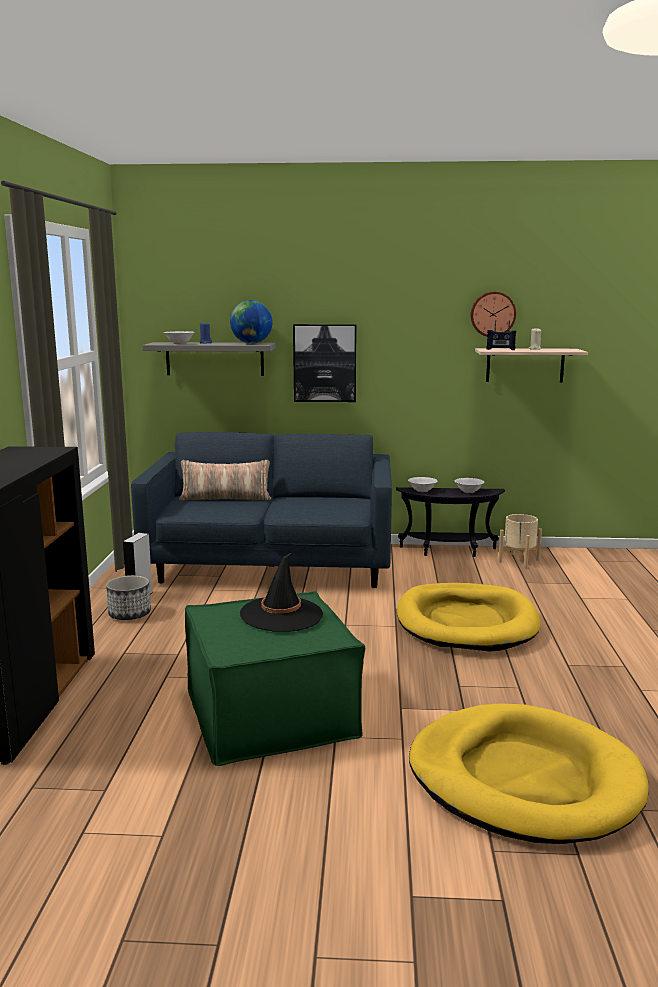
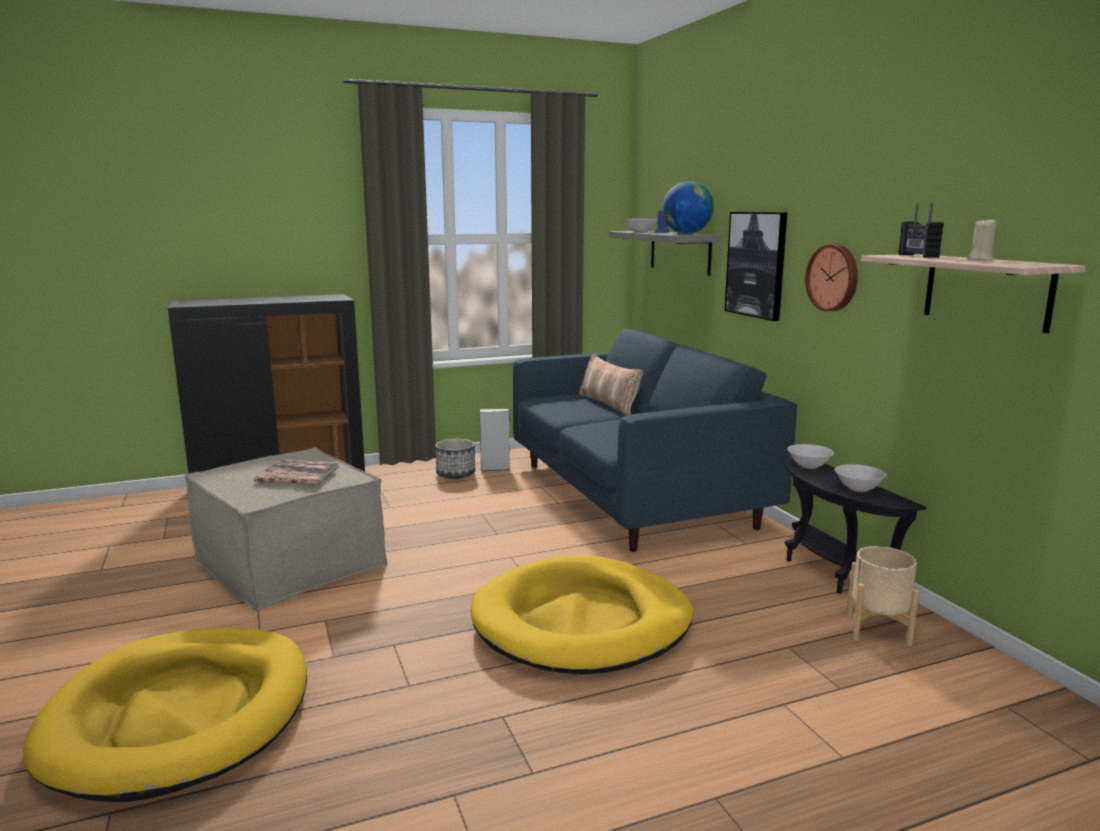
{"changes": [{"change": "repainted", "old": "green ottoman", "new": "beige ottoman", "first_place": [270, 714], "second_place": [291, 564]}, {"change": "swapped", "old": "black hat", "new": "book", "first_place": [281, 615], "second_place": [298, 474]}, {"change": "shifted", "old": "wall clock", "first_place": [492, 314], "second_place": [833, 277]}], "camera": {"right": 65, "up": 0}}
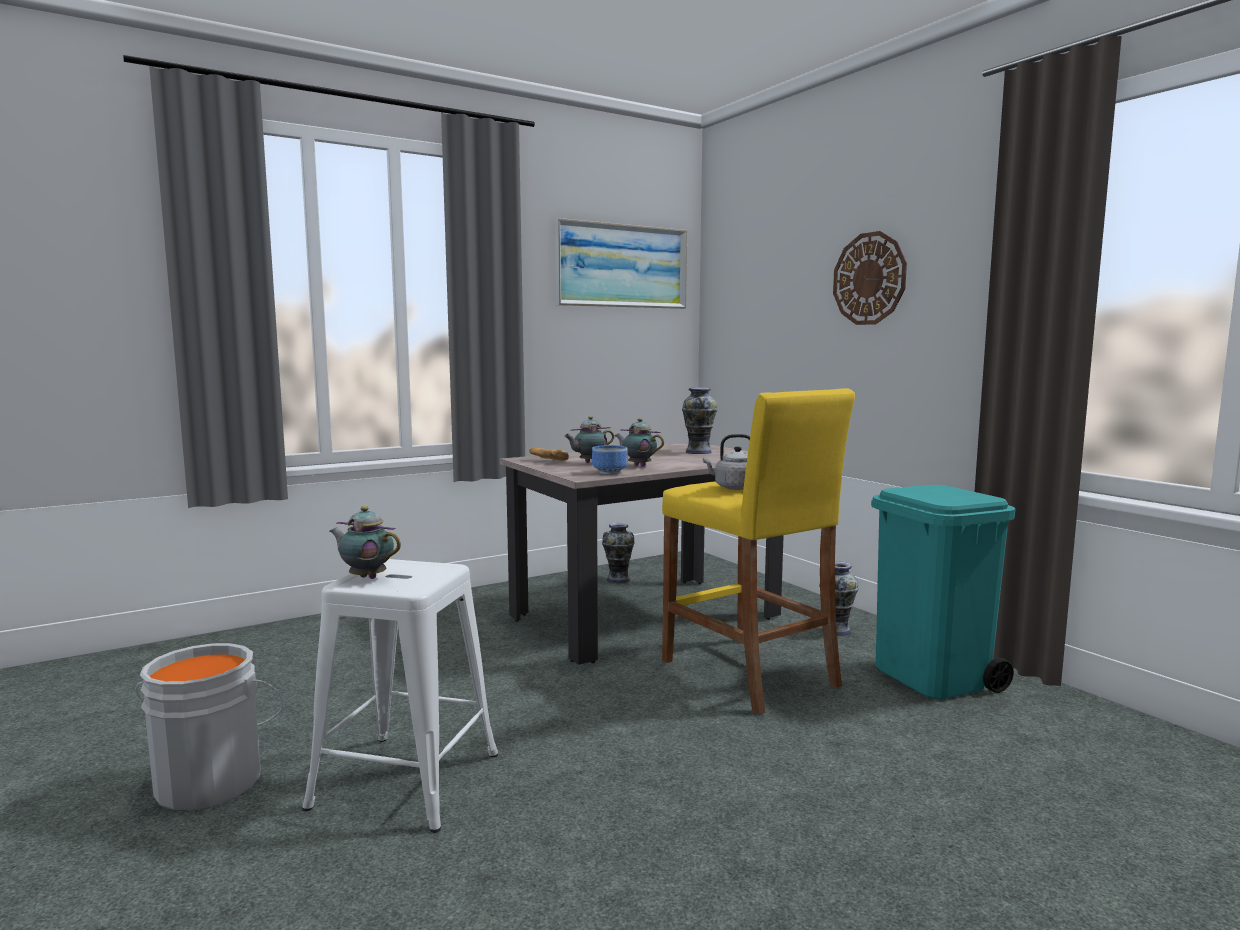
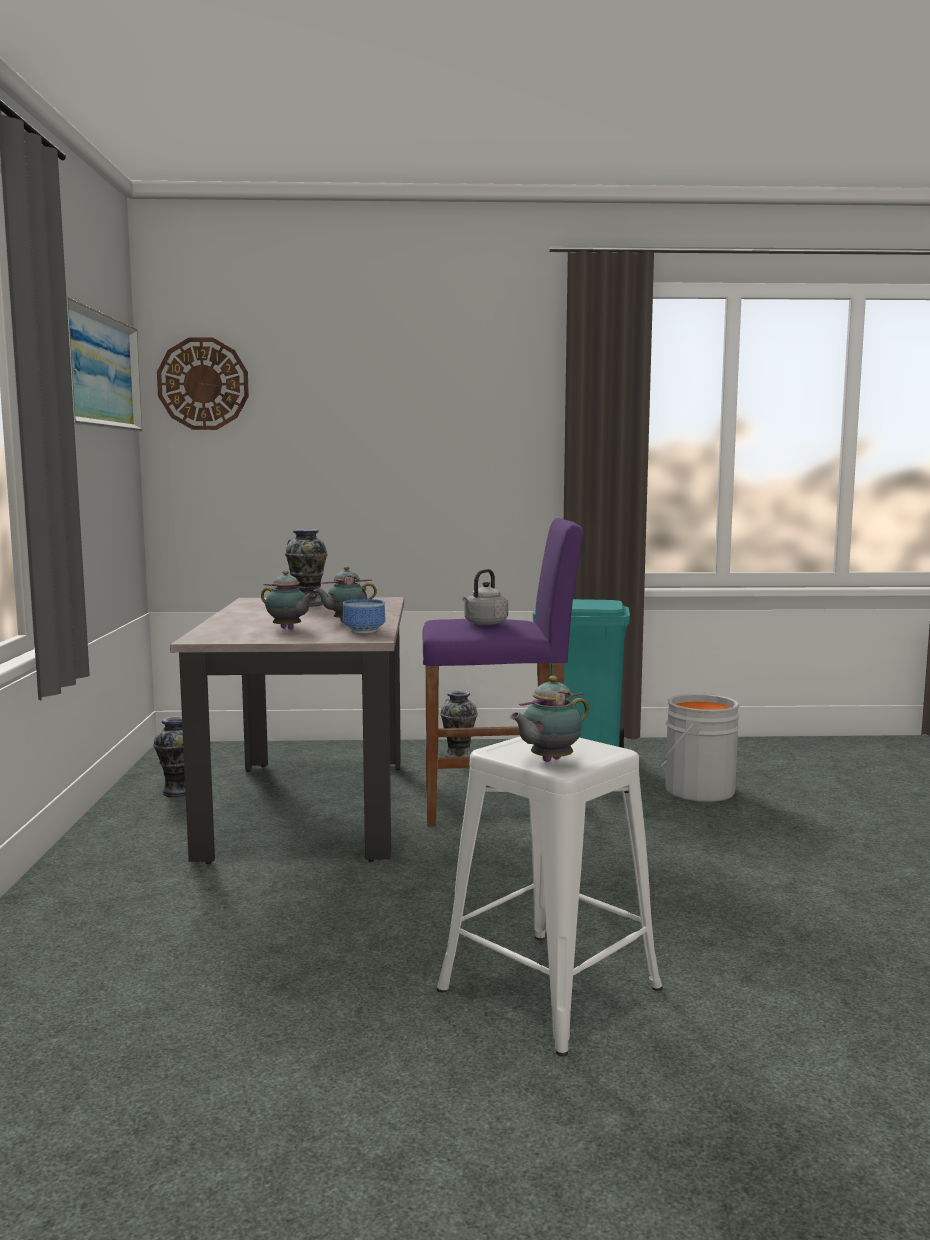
{"changes": [{"change": "shifted", "old": "wall clock", "first_place": [869, 279], "second_place": [203, 384]}, {"change": "rotated", "old": "teapot", "first_place": [589, 462], "second_place": [288, 629], "degrees": -60}, {"change": "repainted", "old": "yellow stool", "new": "purple stool", "first_place": [749, 673], "second_place": [499, 805]}, {"change": "shifted", "old": "grey bucket", "first_place": [212, 780], "second_place": [695, 790]}, {"change": "gone", "old": "bread", "first_place": [547, 461]}], "camera": {"right": -60, "up": 0}}
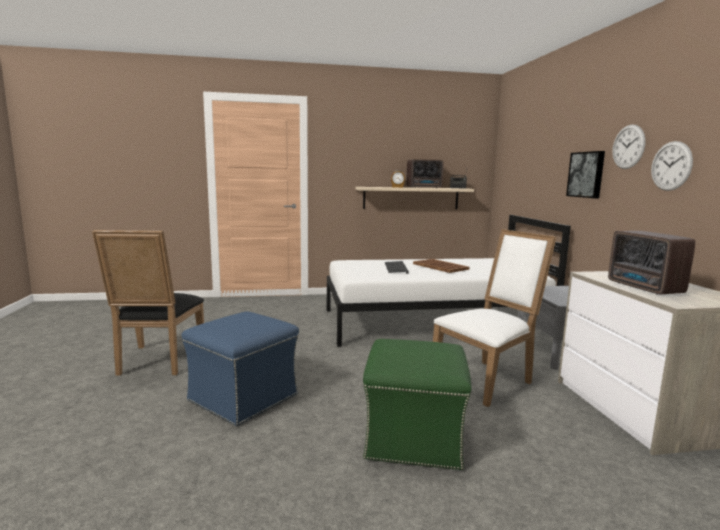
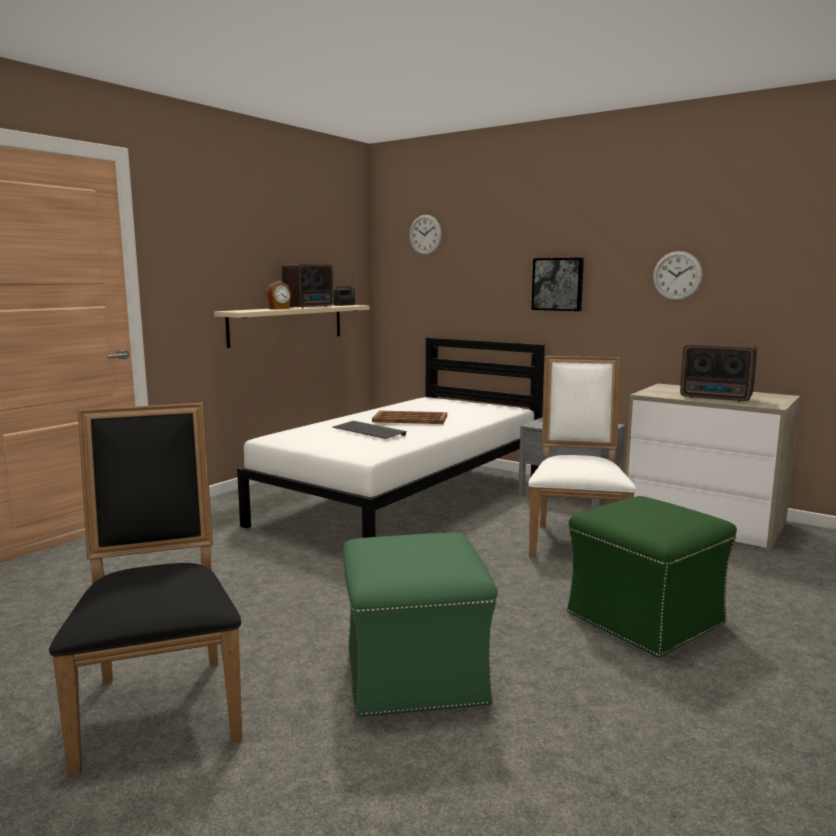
{"changes": [{"change": "rotated", "old": "black chair", "first_place": [158, 362], "second_place": [161, 703], "degrees": -150}, {"change": "repainted", "old": "blue ottoman", "new": "green ottoman", "first_place": [244, 397], "second_place": [414, 673]}, {"change": "shifted", "old": "wall clock", "first_place": [628, 147], "second_place": [425, 235]}], "camera": {"right": -45, "up": 0}}
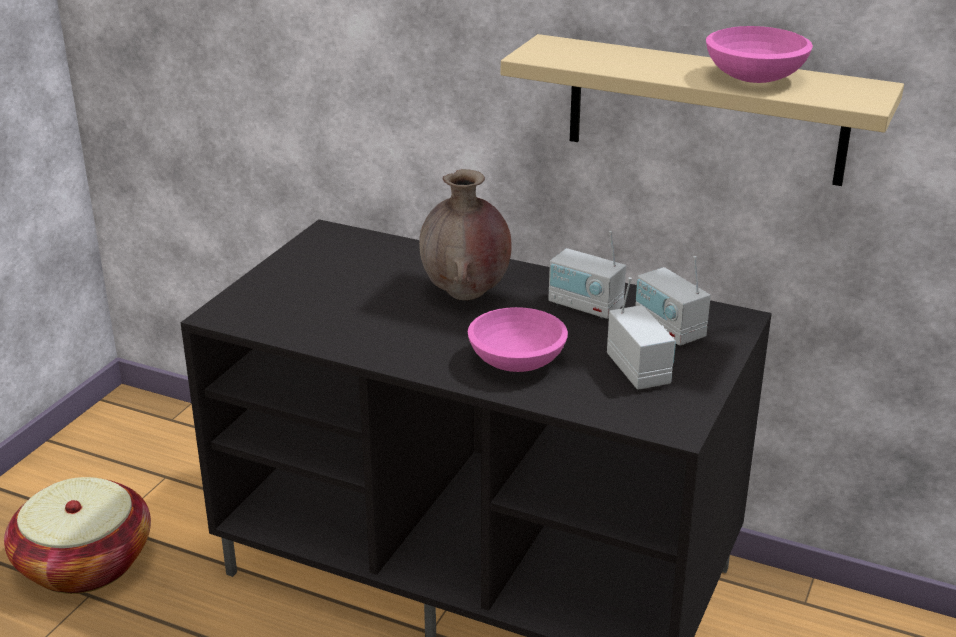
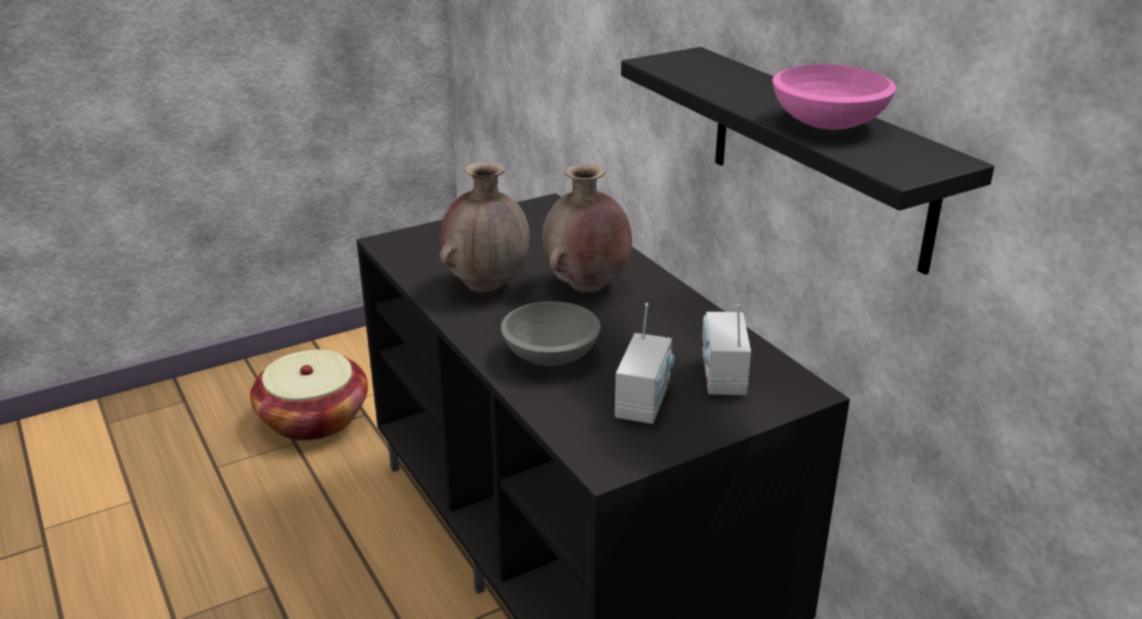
{"changes": [{"change": "new", "new": "brown vase", "second_place": [487, 285]}, {"change": "repainted", "old": "pink bowl", "new": "grey bowl", "first_place": [515, 361], "second_place": [550, 354]}, {"change": "repainted", "old": "beige shelf", "new": "black shelf", "first_place": [705, 110], "second_place": [818, 156]}, {"change": "gone", "old": "radio", "first_place": [585, 306]}], "camera": {"right": 35, "up": 0}}
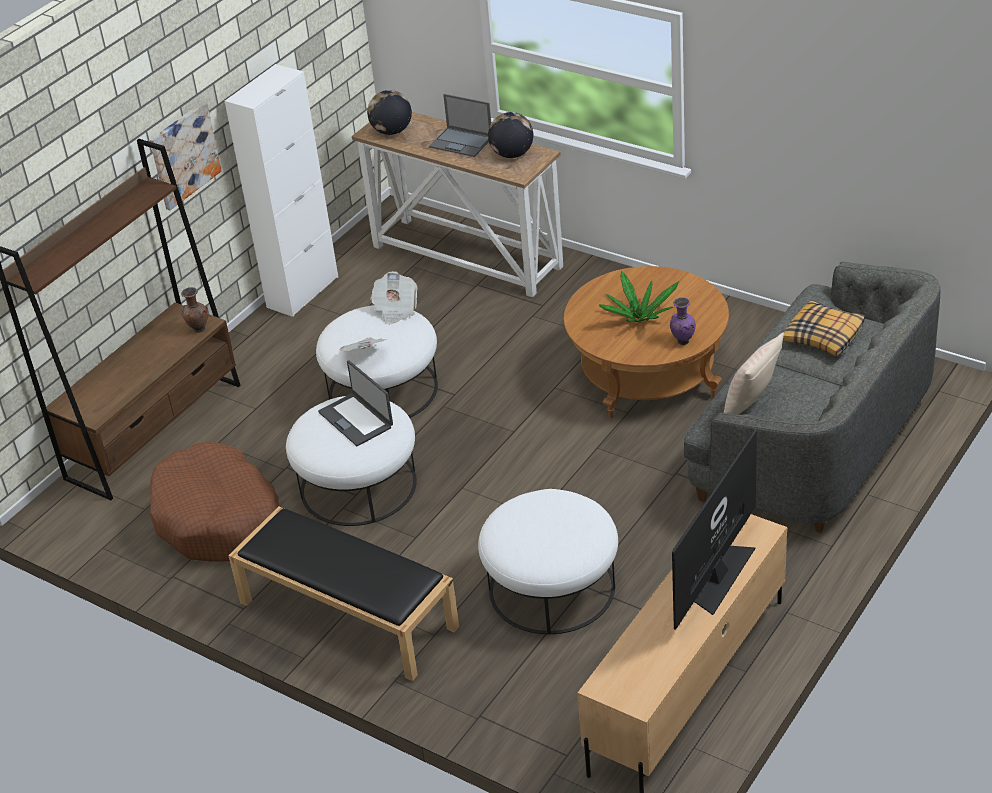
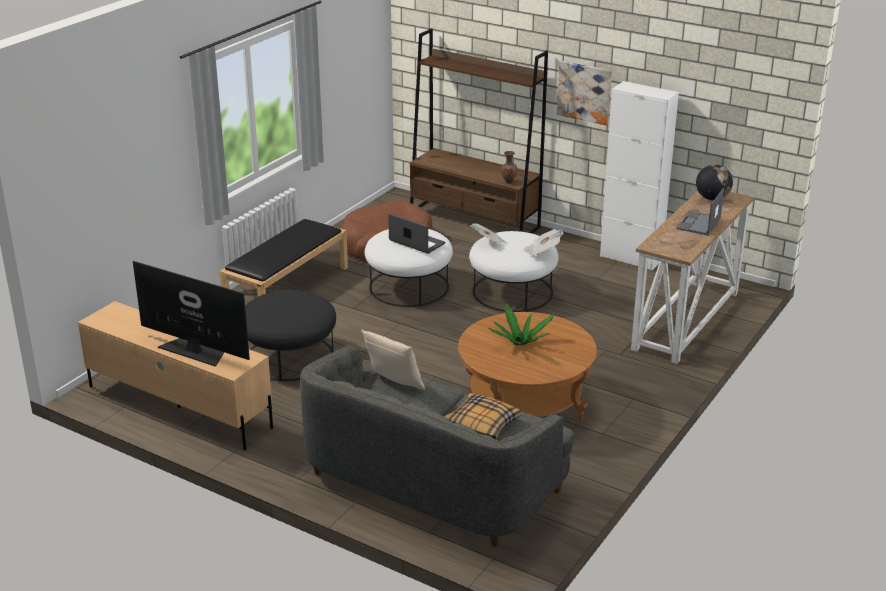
{"changes": [{"change": "repainted", "old": "white ottoman", "new": "black ottoman", "first_place": [552, 587], "second_place": [290, 357]}, {"change": "rotated", "old": "laptop", "first_place": [356, 419], "second_place": [416, 242], "degrees": 75}, {"change": "gone", "old": "globe", "first_place": [512, 154]}, {"change": "gone", "old": "purple vase", "first_place": [682, 341]}], "camera": {"right": 85, "up": -10}}
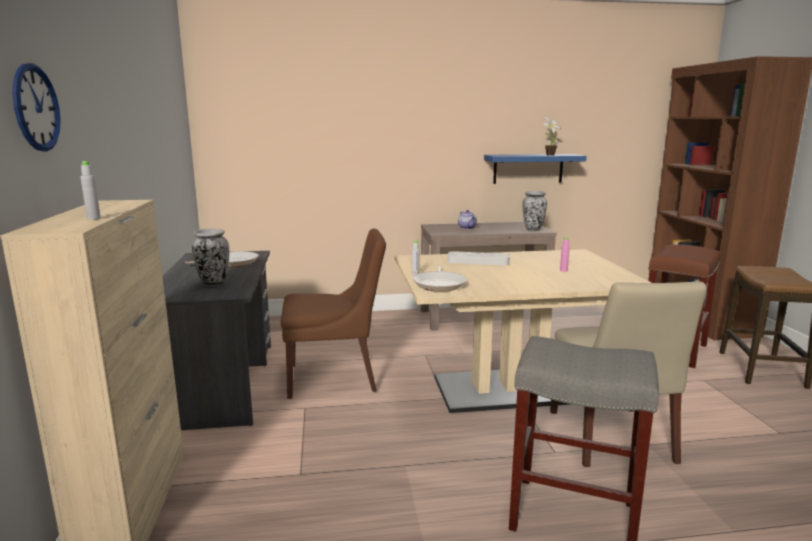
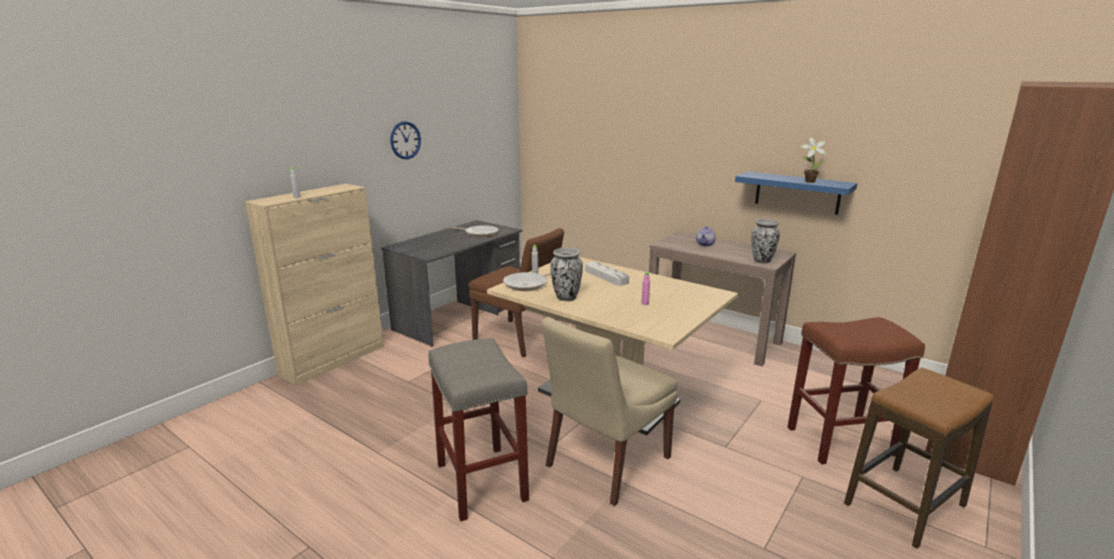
{"changes": [{"change": "shifted", "old": "wall clock", "first_place": [36, 108], "second_place": [405, 140]}, {"change": "shifted", "old": "vase", "first_place": [214, 283], "second_place": [566, 298]}], "camera": {"right": 45, "up": 5}}
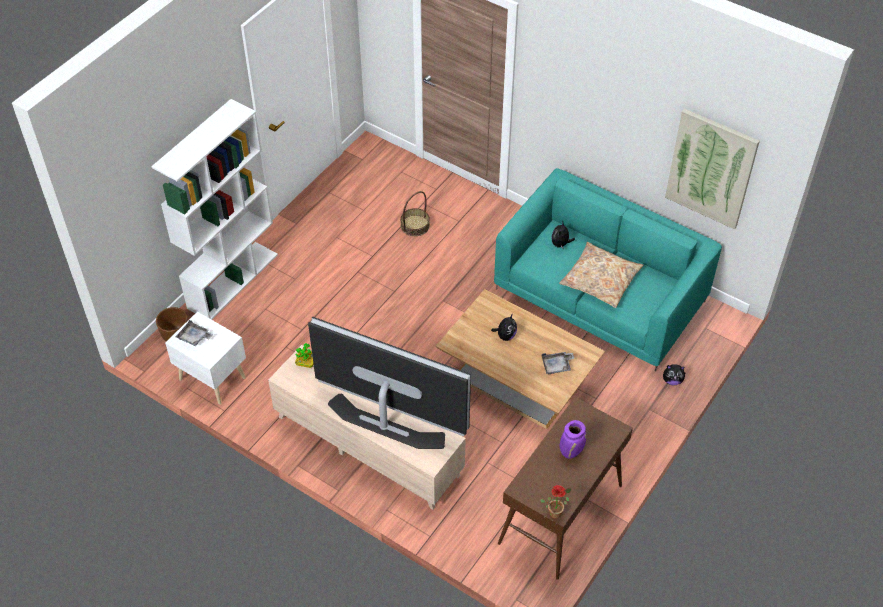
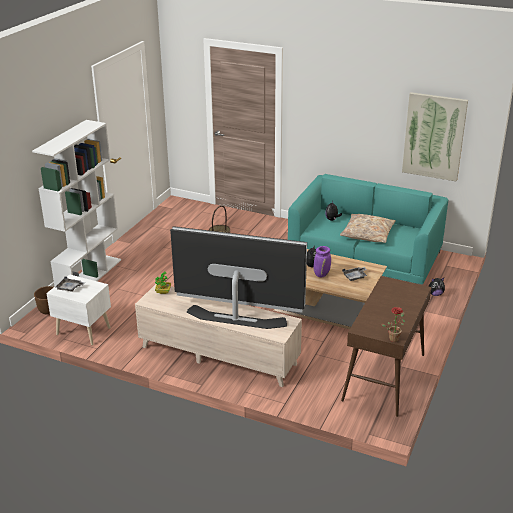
{"changes": [{"change": "shifted", "old": "purple vase", "first_place": [571, 451], "second_place": [321, 274]}], "camera": {"right": -10, "up": -20}}
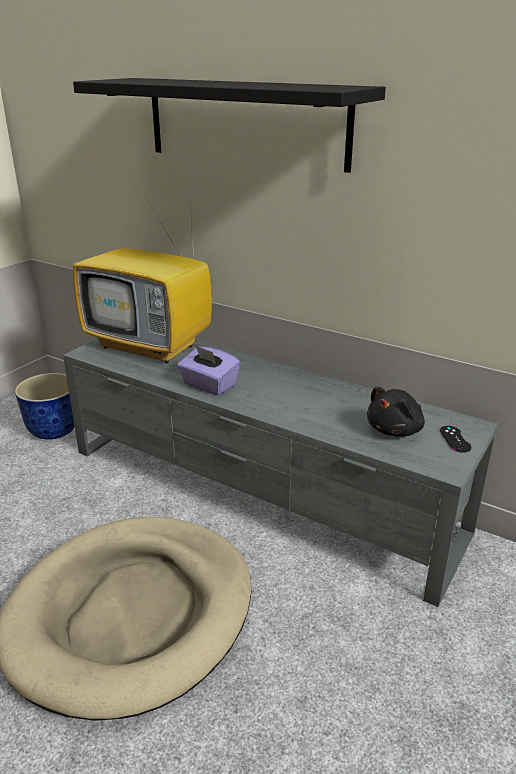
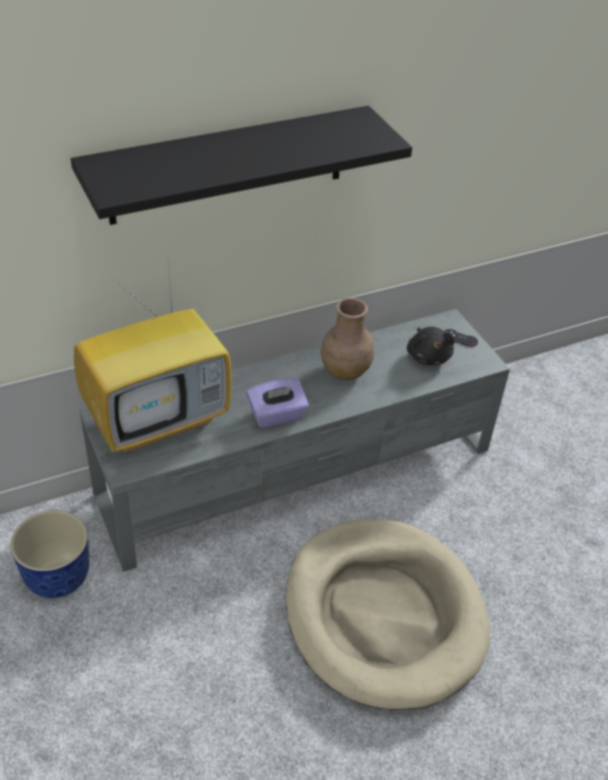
{"changes": [{"change": "new", "new": "brown vase", "second_place": [345, 371]}], "camera": {"right": -60, "up": 15}}
